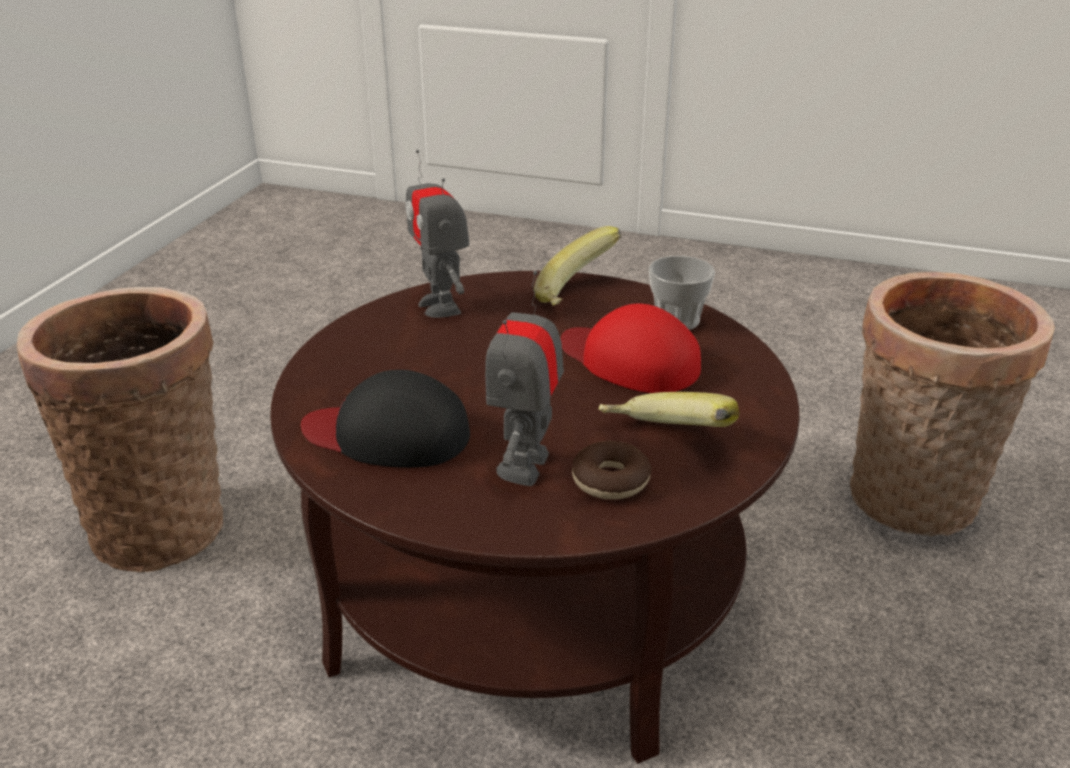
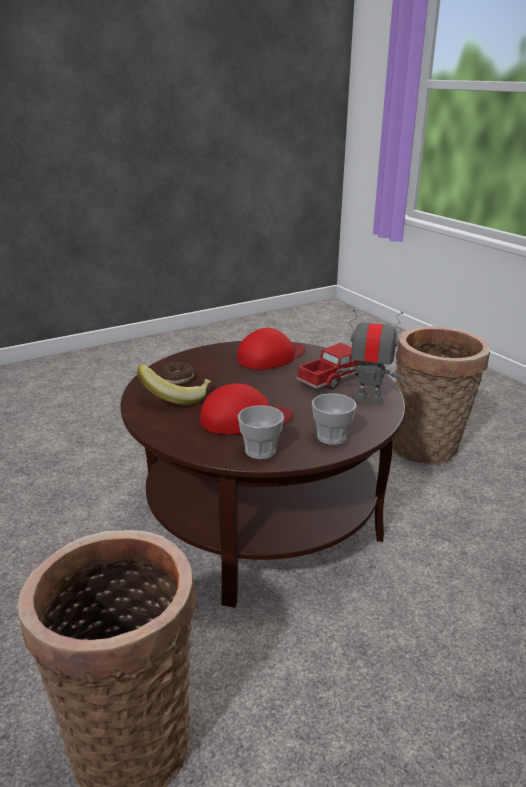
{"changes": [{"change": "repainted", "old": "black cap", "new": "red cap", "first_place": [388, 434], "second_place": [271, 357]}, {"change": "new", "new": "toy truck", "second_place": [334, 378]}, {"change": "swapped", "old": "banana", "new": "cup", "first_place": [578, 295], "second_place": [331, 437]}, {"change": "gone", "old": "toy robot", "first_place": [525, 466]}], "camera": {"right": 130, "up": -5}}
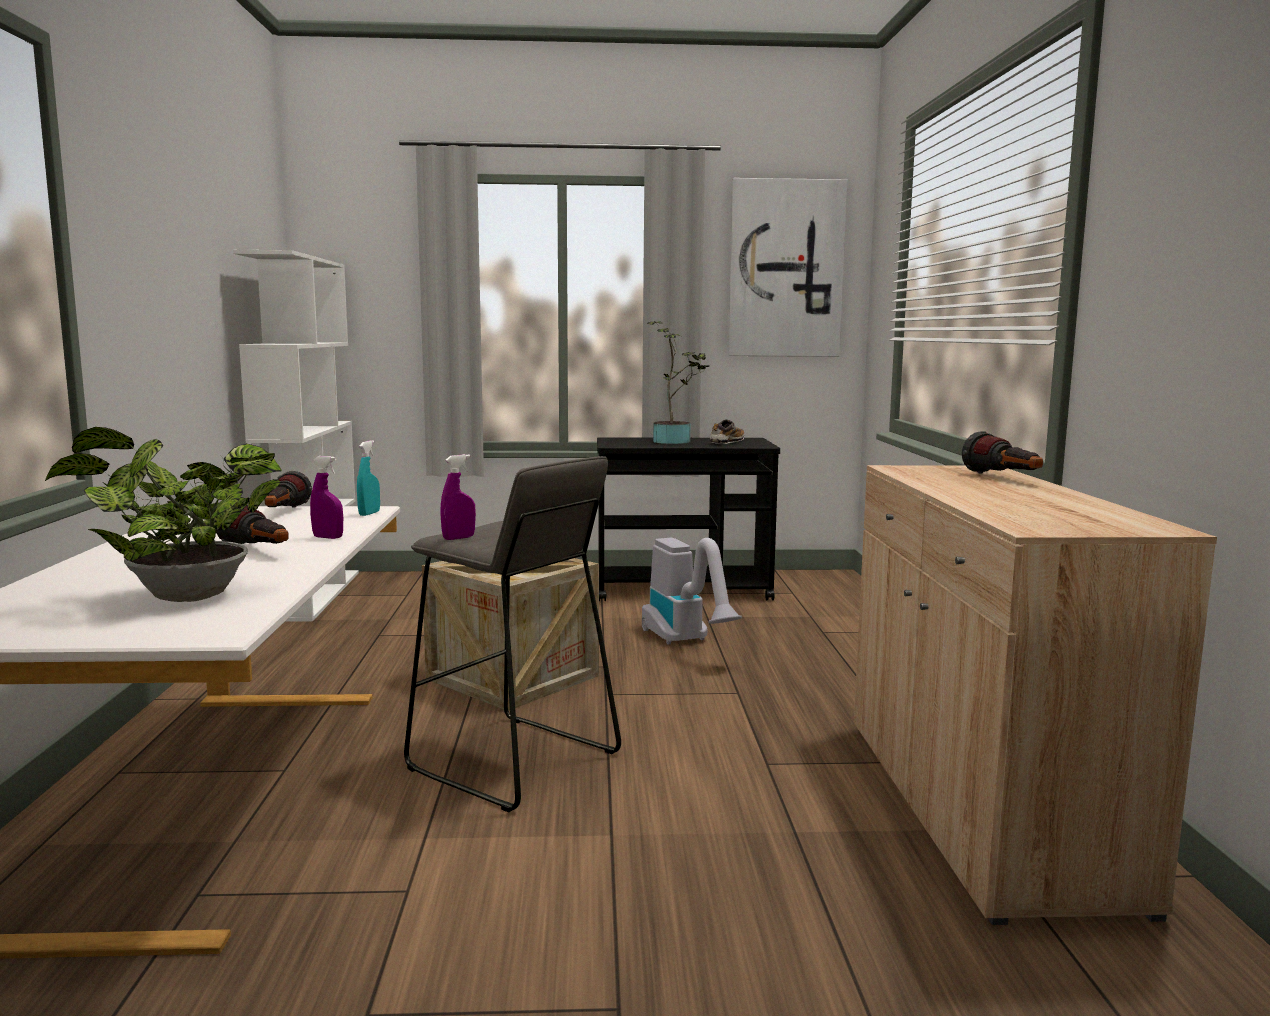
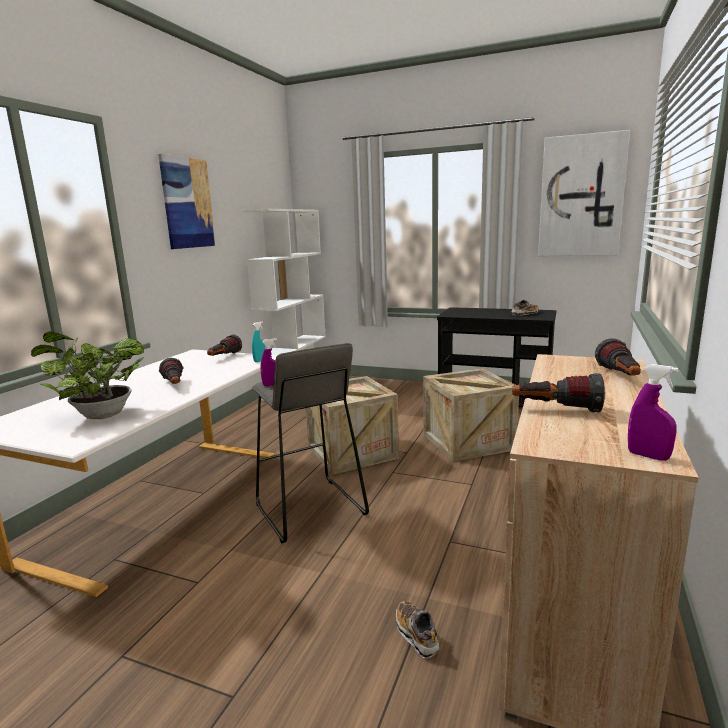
{"changes": [{"change": "new", "new": "picture", "second_place": [187, 203]}, {"change": "new", "new": "shoe", "second_place": [416, 635]}, {"change": "swapped", "old": "vacuum cleaner", "new": "crate", "first_place": [687, 642], "second_place": [468, 442]}, {"change": "new", "new": "flashlight", "second_place": [556, 410]}, {"change": "shifted", "old": "purple spray bottle", "first_place": [328, 537], "second_place": [648, 456]}, {"change": "gone", "old": "potted plant", "first_place": [675, 441]}], "camera": {"right": 25, "up": 5}}
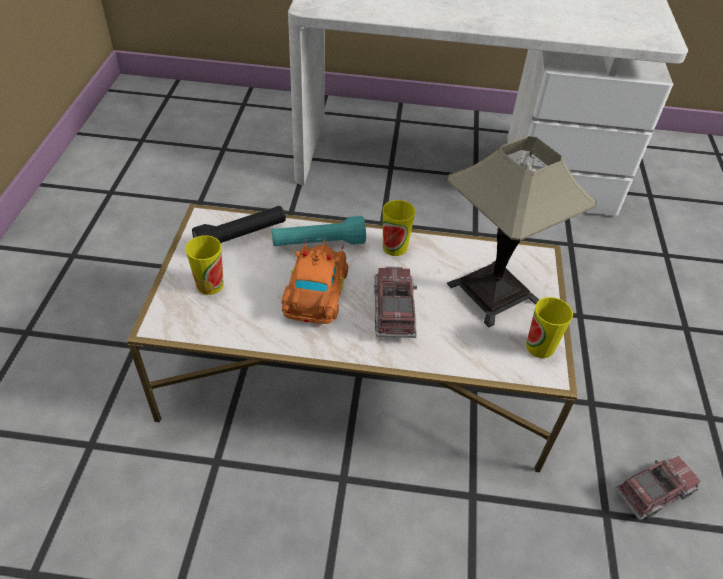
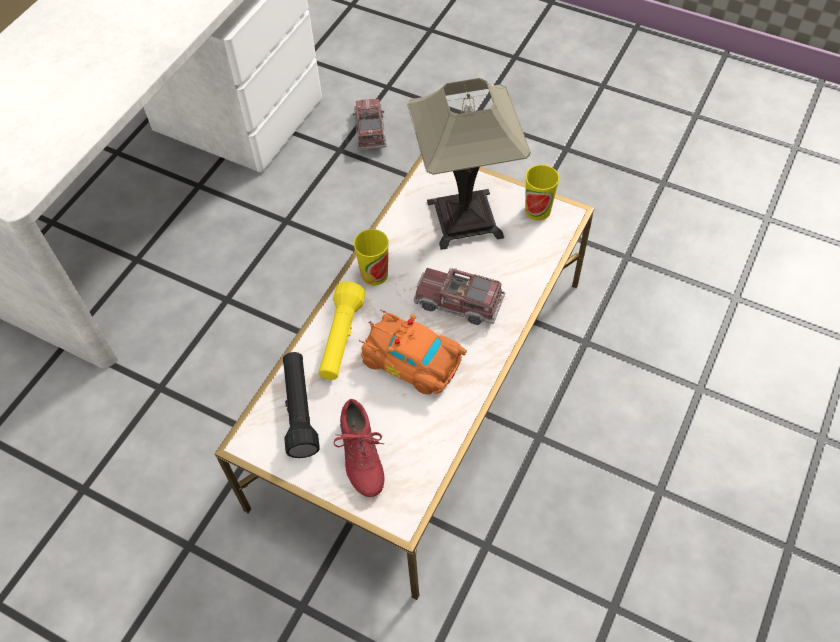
{"changes": [{"change": "repainted", "old": "turquoise flashlight", "new": "yellow flashlight", "first_place": [318, 243], "second_place": [341, 339]}, {"change": "swapped", "old": "cup", "new": "red shoe", "first_place": [210, 285], "second_place": [361, 456]}, {"change": "shifted", "old": "toy truck", "first_place": [653, 492], "second_place": [370, 131]}], "camera": {"right": -65, "up": 10}}
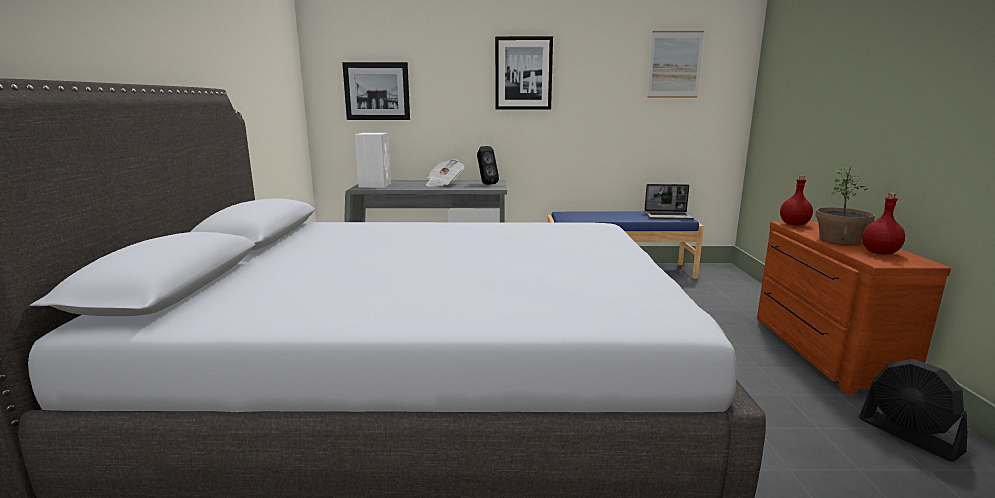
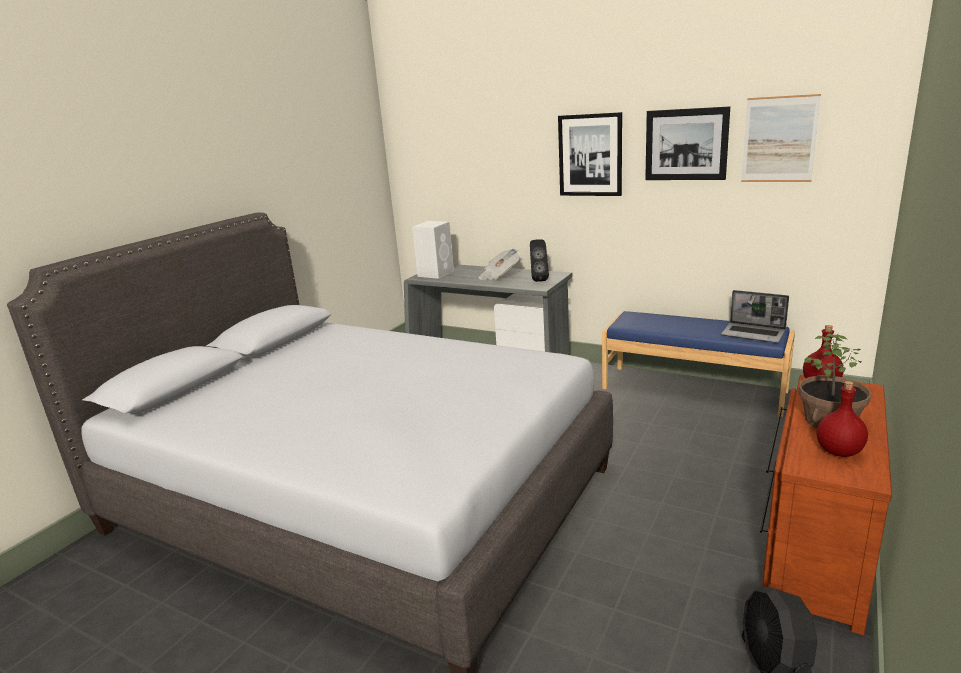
{"changes": [{"change": "shifted", "old": "picture", "first_place": [377, 91], "second_place": [686, 144]}], "camera": {"right": 30, "up": 5}}
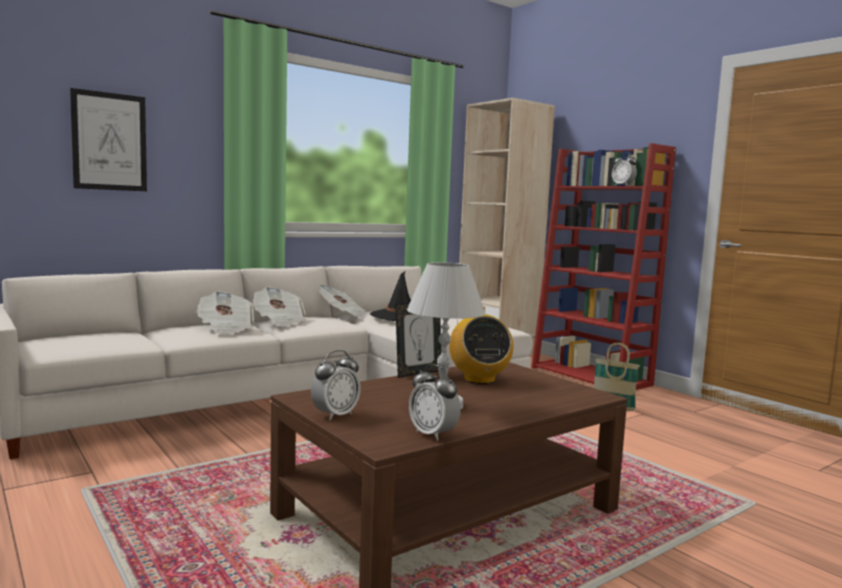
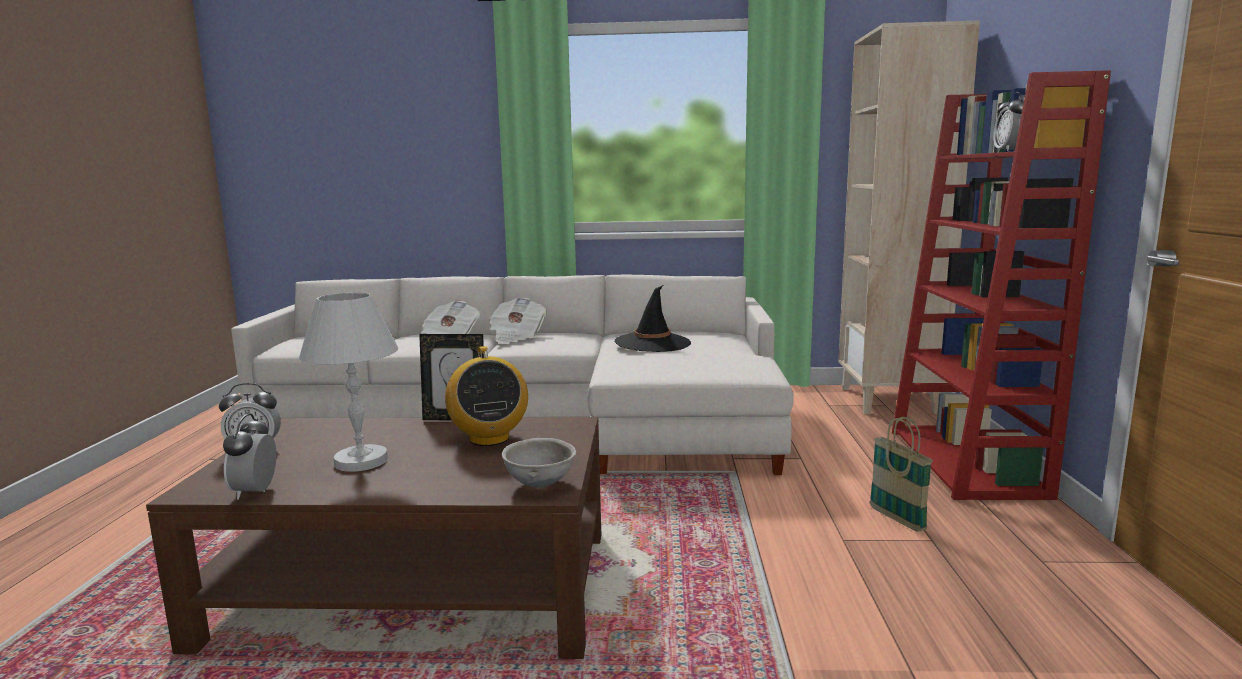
{"changes": [{"change": "rotated", "old": "radio", "first_place": [478, 379], "second_place": [489, 438], "degrees": -45}, {"change": "new", "new": "grey bowl", "second_place": [541, 484]}, {"change": "gone", "old": "picture", "first_place": [109, 141]}, {"change": "gone", "old": "newspaper", "first_place": [343, 315]}], "camera": {"right": 40, "up": 5}}
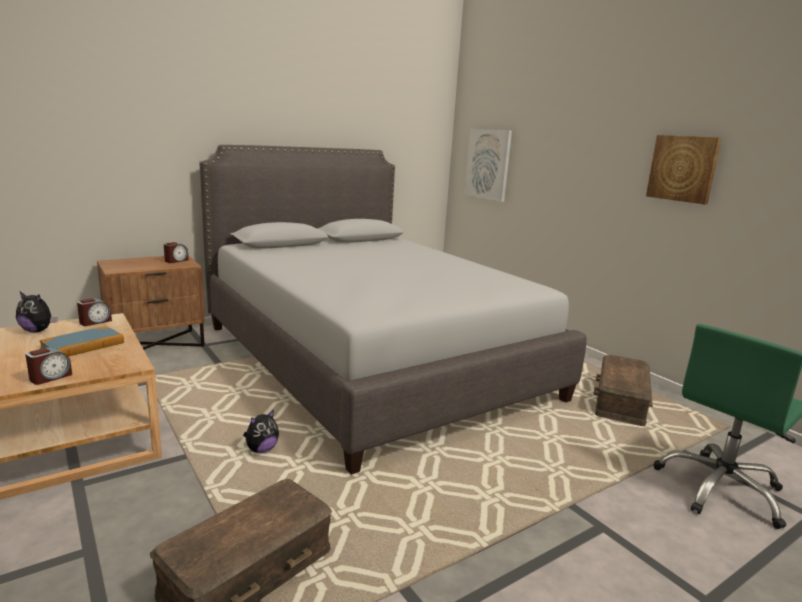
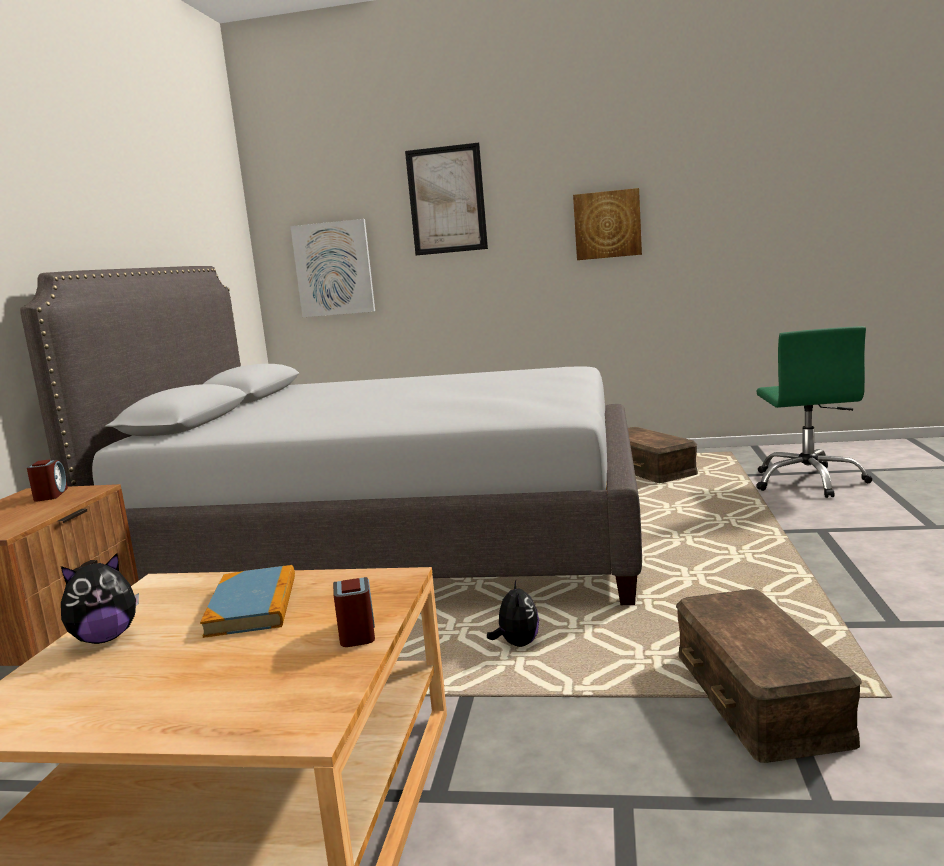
{"changes": [{"change": "new", "new": "picture", "second_place": [447, 200]}, {"change": "gone", "old": "alarm clock", "first_place": [95, 322]}], "camera": {"right": -45, "up": -5}}
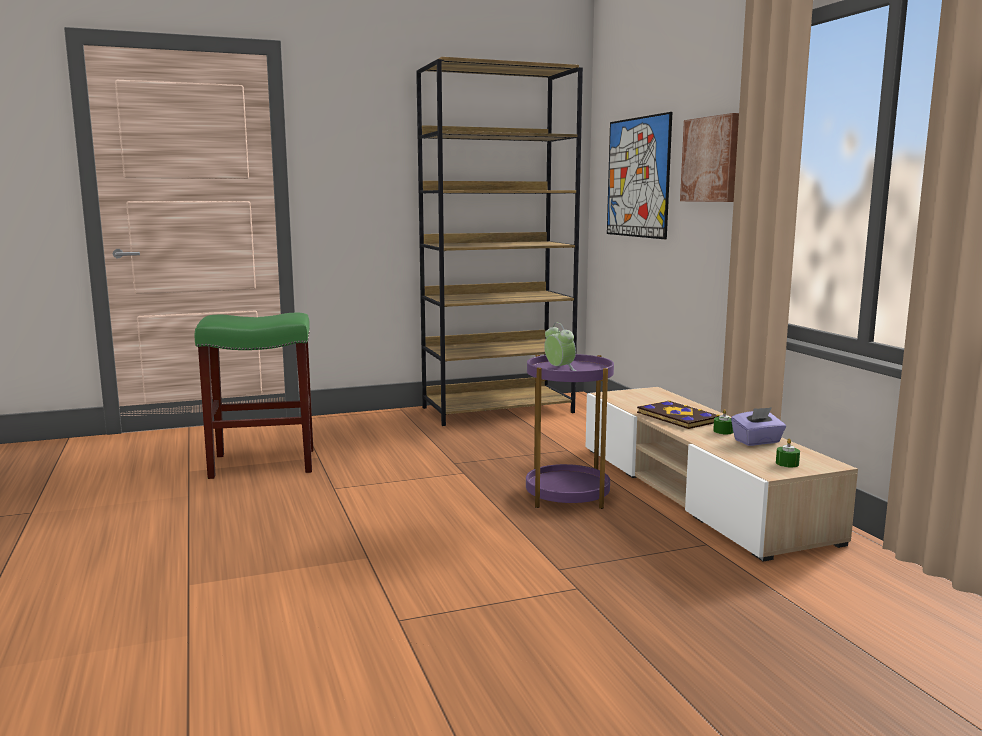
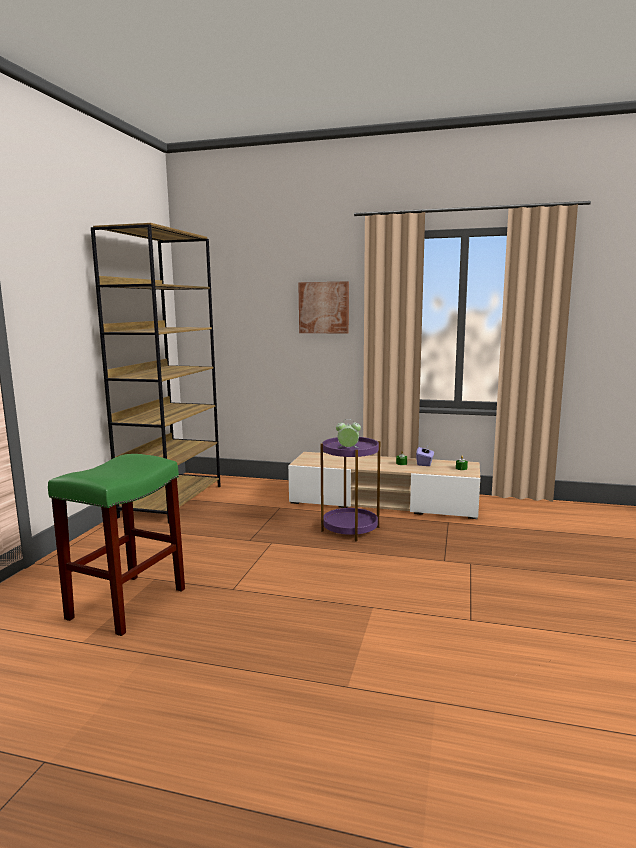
{"changes": [{"change": "gone", "old": "picture", "first_place": [637, 177]}, {"change": "gone", "old": "book", "first_place": [677, 417]}], "camera": {"right": -55, "up": 0}}
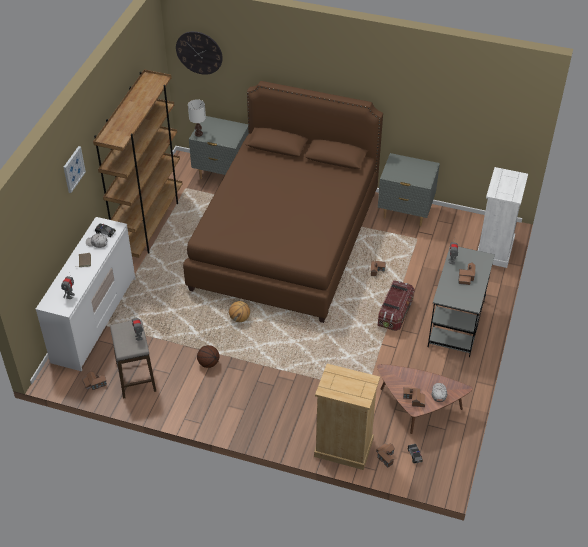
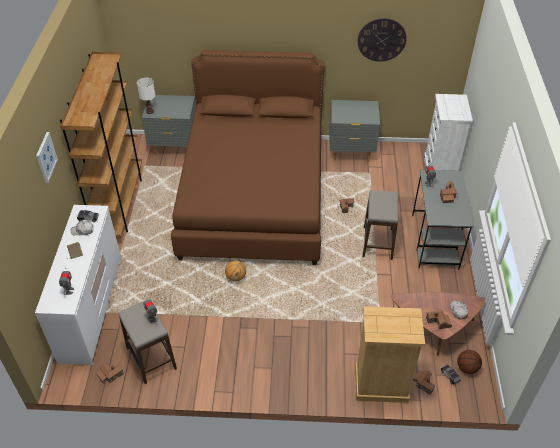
{"changes": [{"change": "shifted", "old": "wall clock", "first_place": [199, 52], "second_place": [381, 39]}, {"change": "swapped", "old": "storage box", "new": "stool", "first_place": [395, 313], "second_place": [377, 243]}, {"change": "shifted", "old": "basketball", "first_place": [208, 363], "second_place": [467, 368]}], "camera": {"right": -15, "up": 0}}
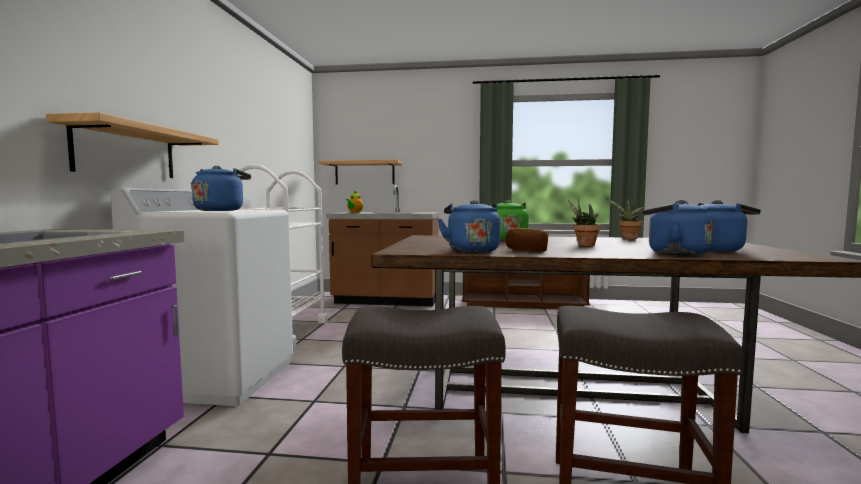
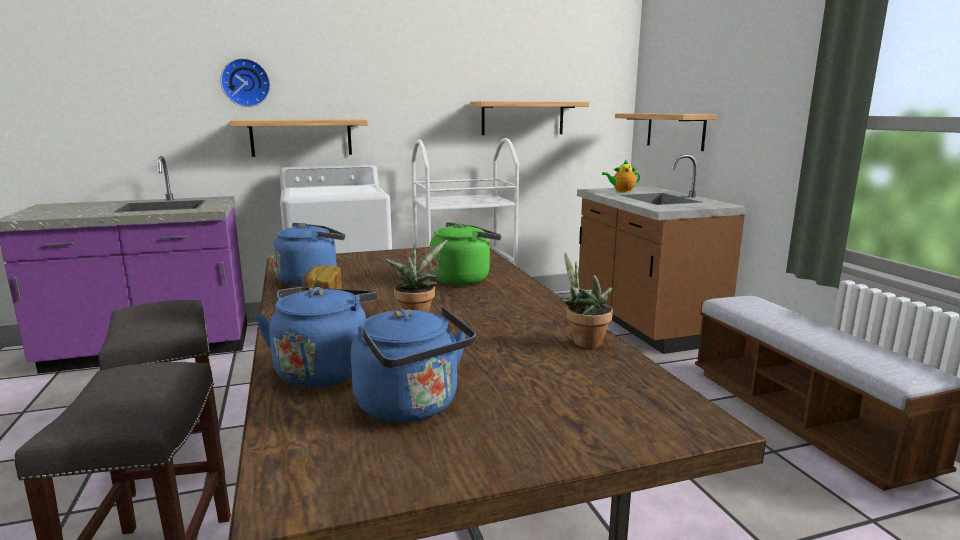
{"changes": [{"change": "new", "new": "wall clock", "second_place": [245, 83]}, {"change": "new", "new": "shelf", "second_place": [523, 118]}, {"change": "gone", "old": "blue kettle", "first_place": [221, 210]}], "camera": {"right": 65, "up": 10}}
